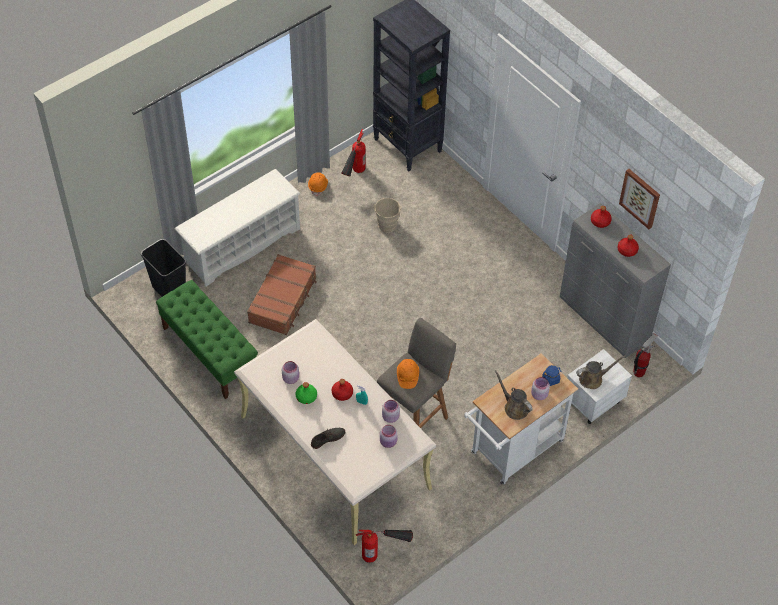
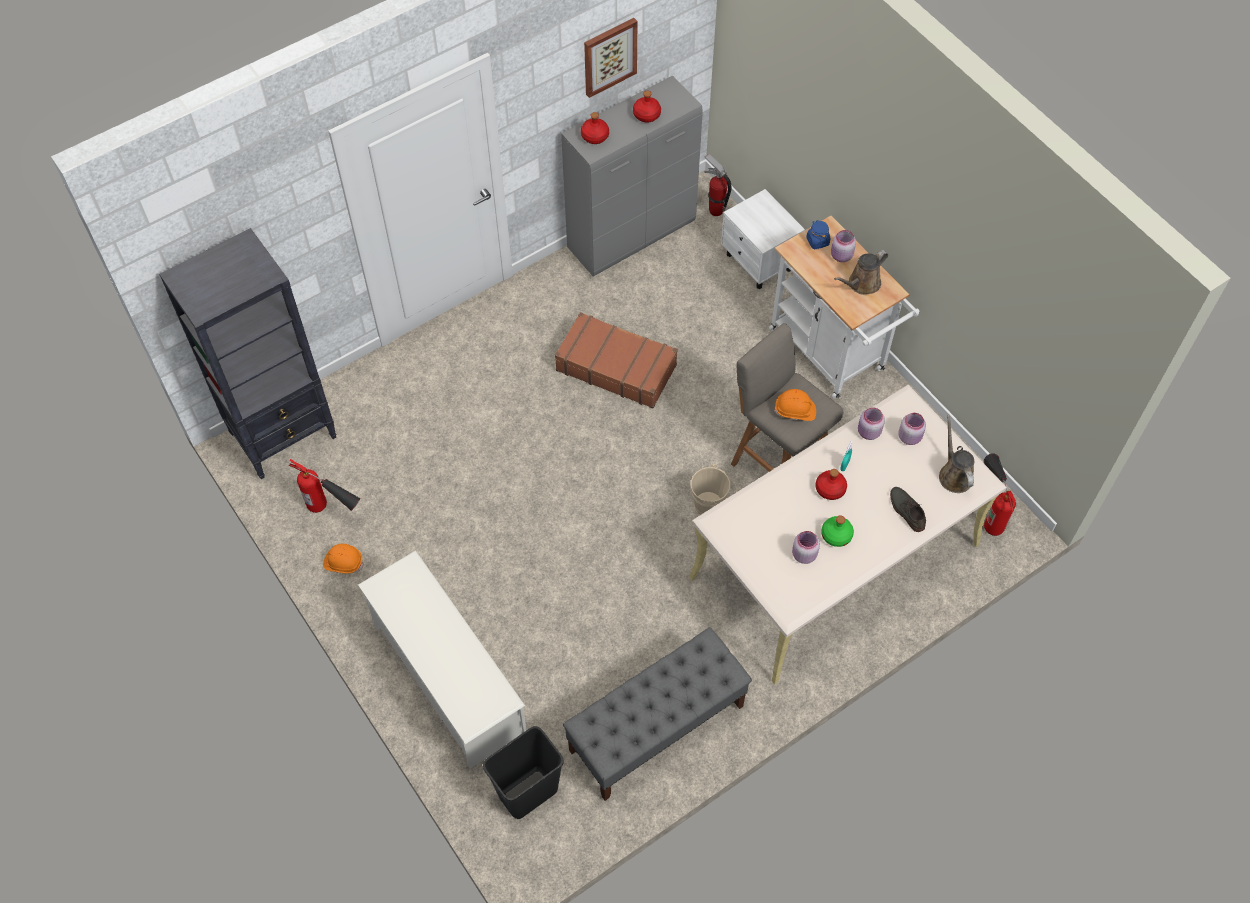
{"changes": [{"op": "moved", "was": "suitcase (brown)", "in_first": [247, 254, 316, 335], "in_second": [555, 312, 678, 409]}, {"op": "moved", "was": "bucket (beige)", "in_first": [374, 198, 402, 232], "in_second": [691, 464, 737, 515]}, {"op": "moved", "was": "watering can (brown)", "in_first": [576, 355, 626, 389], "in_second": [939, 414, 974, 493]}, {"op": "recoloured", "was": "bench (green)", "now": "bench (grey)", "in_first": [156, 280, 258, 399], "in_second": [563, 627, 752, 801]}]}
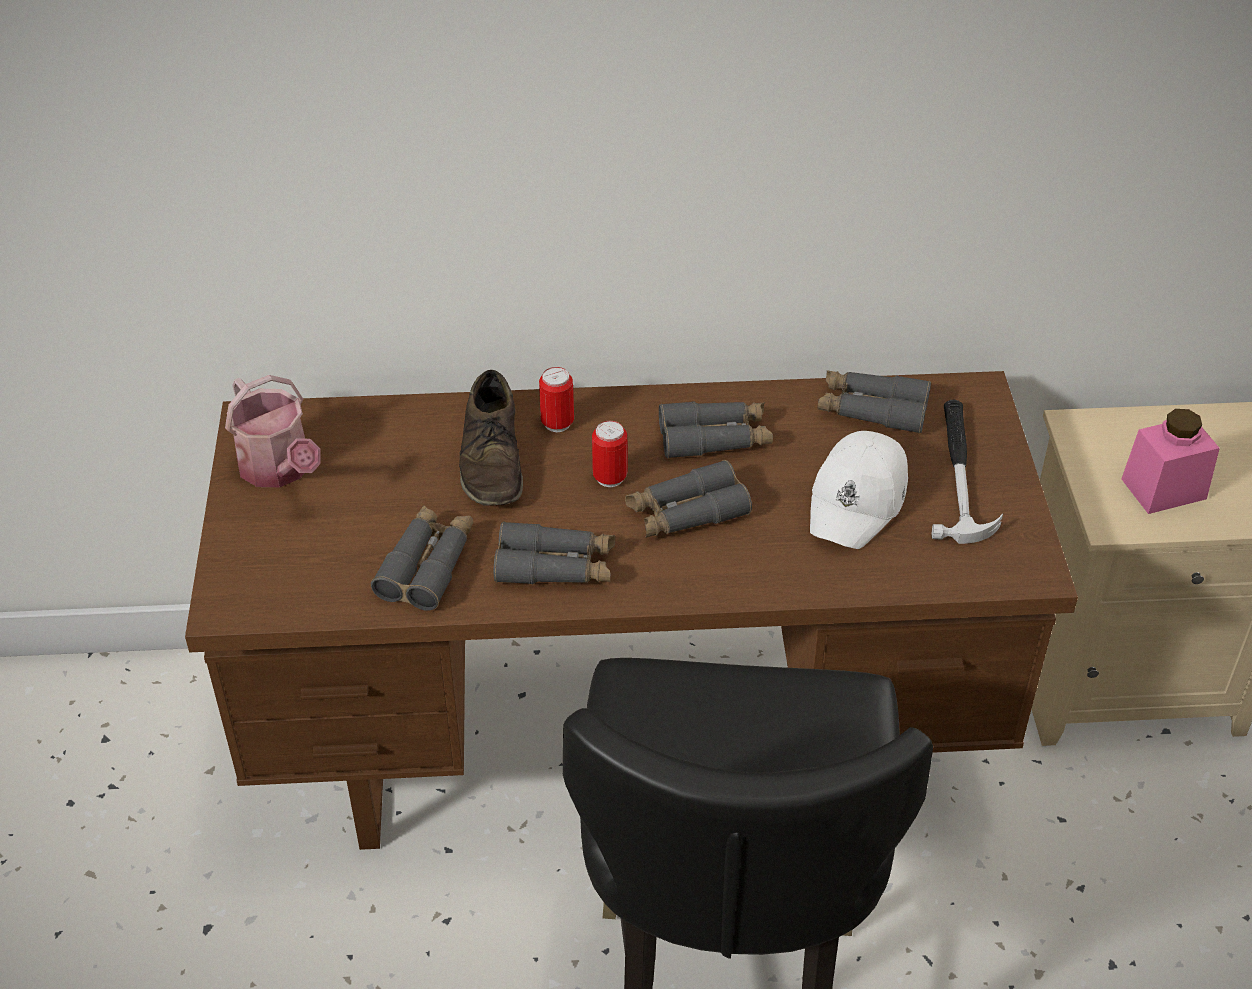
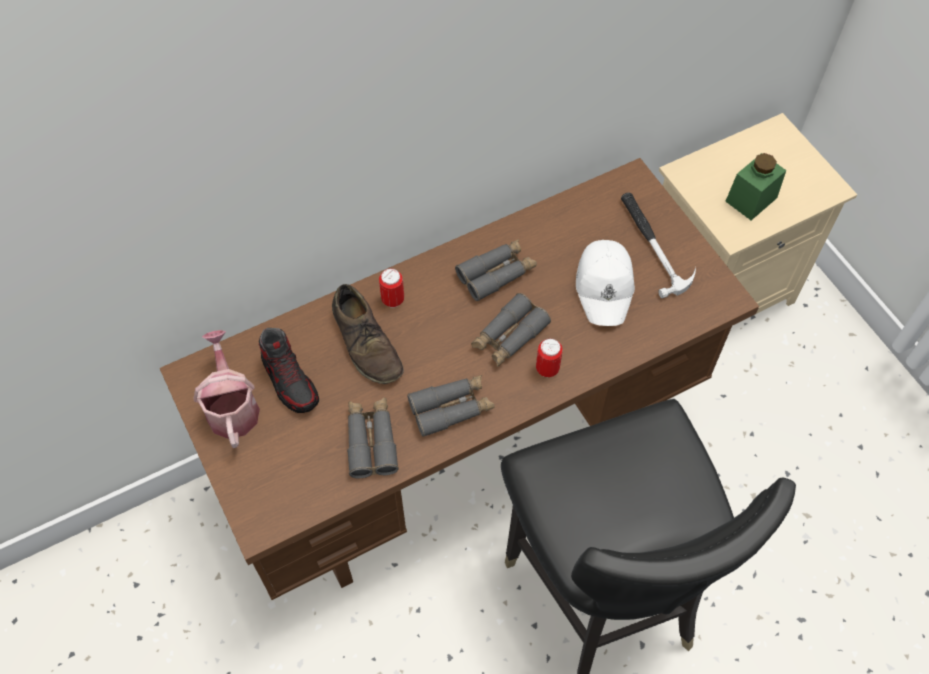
{"changes": [{"op": "removed", "was": "binoculars (grey)", "in_first": [817, 370, 931, 434]}, {"op": "added", "now": "shoe", "in_second": [259, 328, 319, 413]}, {"op": "moved", "was": "can", "in_first": [592, 421, 627, 487], "in_second": [536, 338, 563, 377]}, {"op": "recoloured", "was": "jar (pink)", "now": "jar (green)", "in_first": [1121, 409, 1220, 514], "in_second": [725, 153, 786, 220]}, {"op": "turned", "was": "watering can", "in_first": [225, 375, 321, 487], "in_second": [194, 330, 260, 448], "clockwise": -135}]}
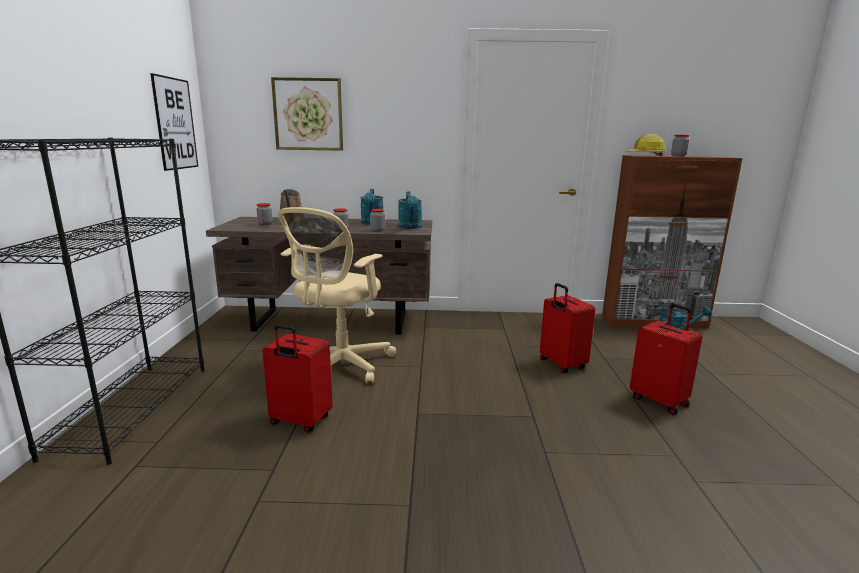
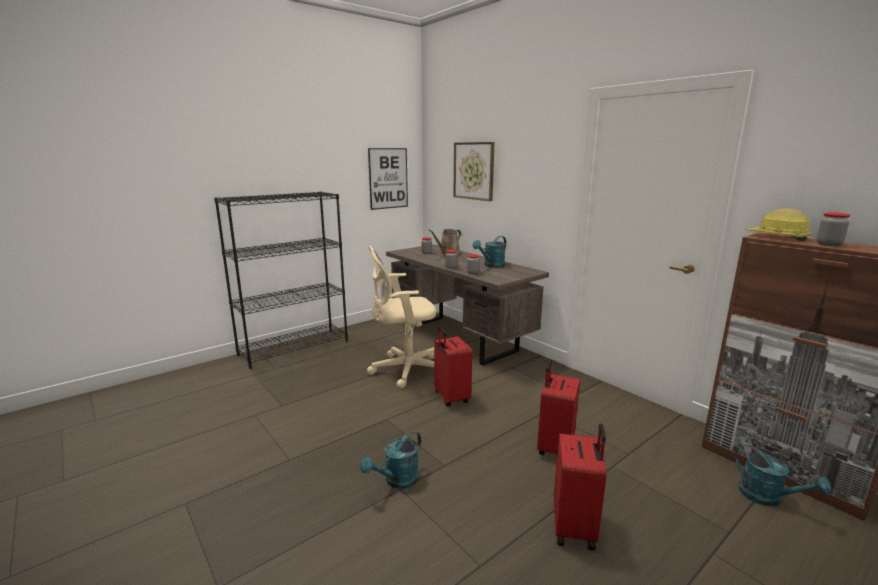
{"changes": [{"op": "moved", "was": "suitcase (red)", "in_first": [262, 324, 333, 433], "in_second": [434, 327, 472, 406]}, {"op": "moved", "was": "watering can (turquoise)", "in_first": [398, 191, 422, 229], "in_second": [360, 431, 421, 489]}]}
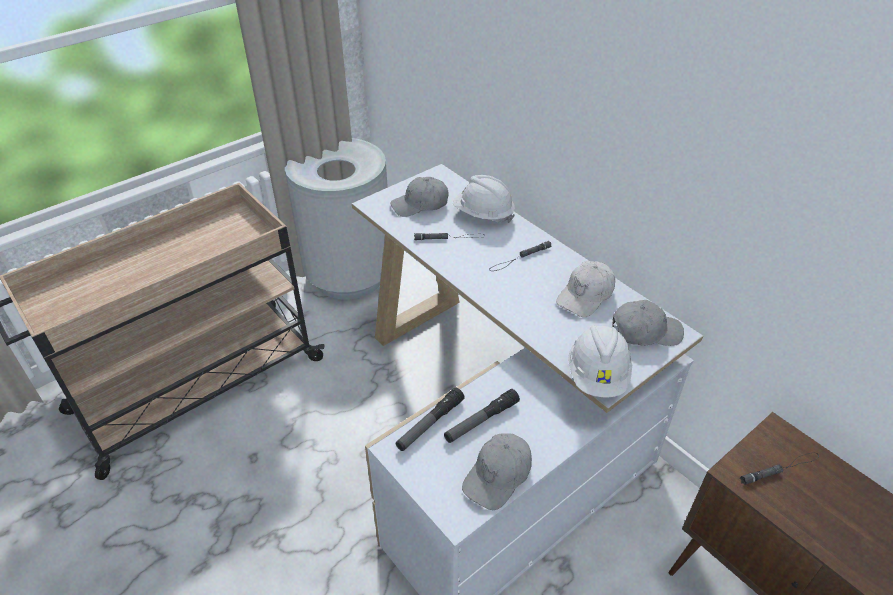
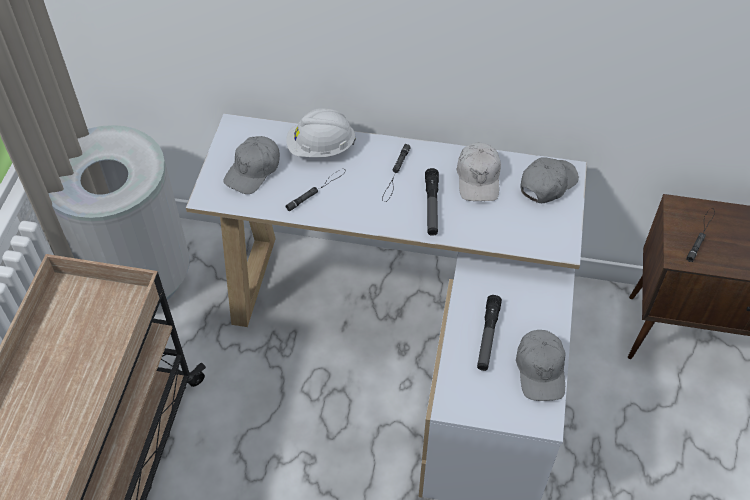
{"changes": [{"op": "removed", "was": "hard hat (white)", "in_first": [568, 325, 632, 397]}, {"op": "moved", "was": "flashlight", "in_first": [396, 387, 465, 451], "in_second": [425, 168, 439, 236]}]}
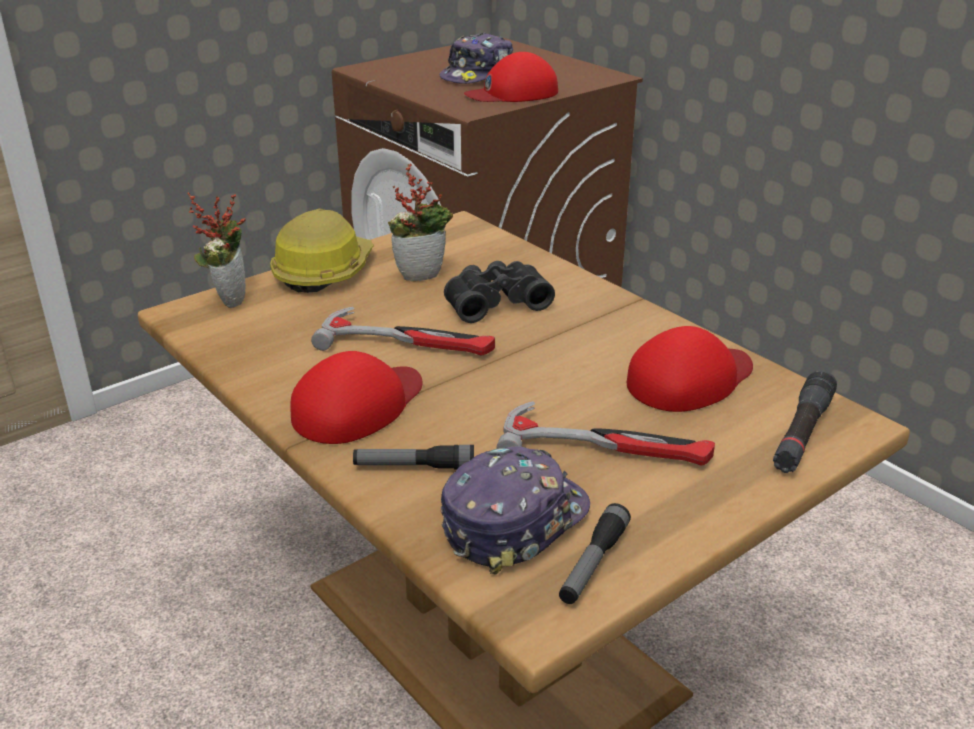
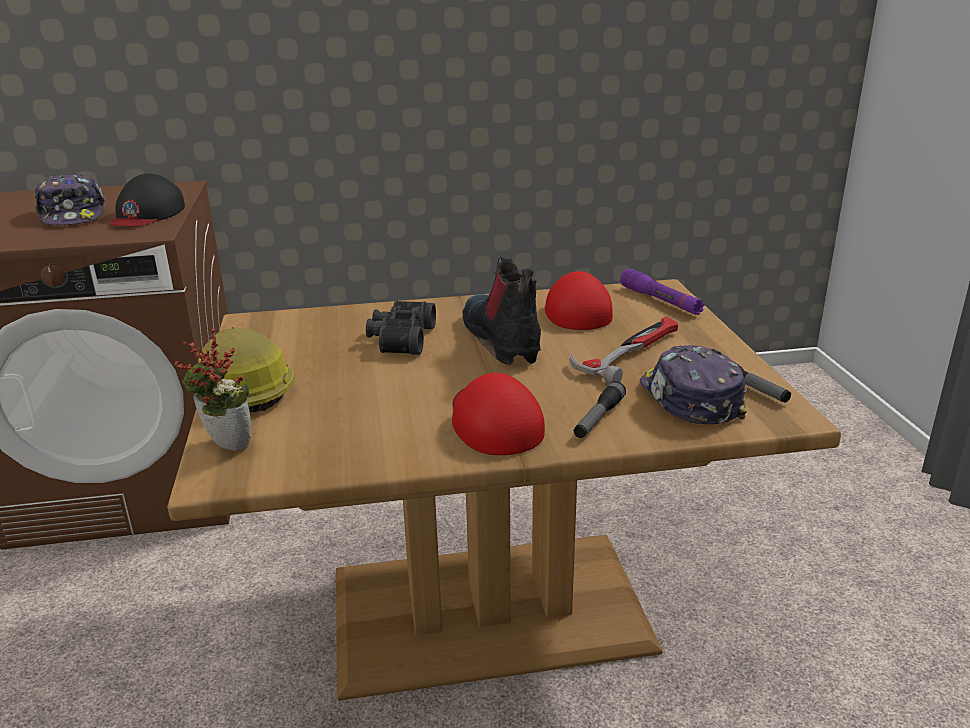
{"changes": [{"op": "removed", "was": "hammer", "in_first": [311, 307, 495, 355]}, {"op": "removed", "was": "potted plant", "in_first": [388, 164, 453, 281]}, {"op": "added", "now": "boot", "in_second": [463, 257, 541, 365]}, {"op": "recoloured", "was": "cap (red)", "now": "cap (black)", "in_first": [464, 52, 558, 102], "in_second": [109, 174, 185, 226]}, {"op": "recoloured", "was": "flashlight (black)", "now": "flashlight (purple)", "in_first": [773, 370, 837, 473], "in_second": [620, 268, 704, 315]}]}
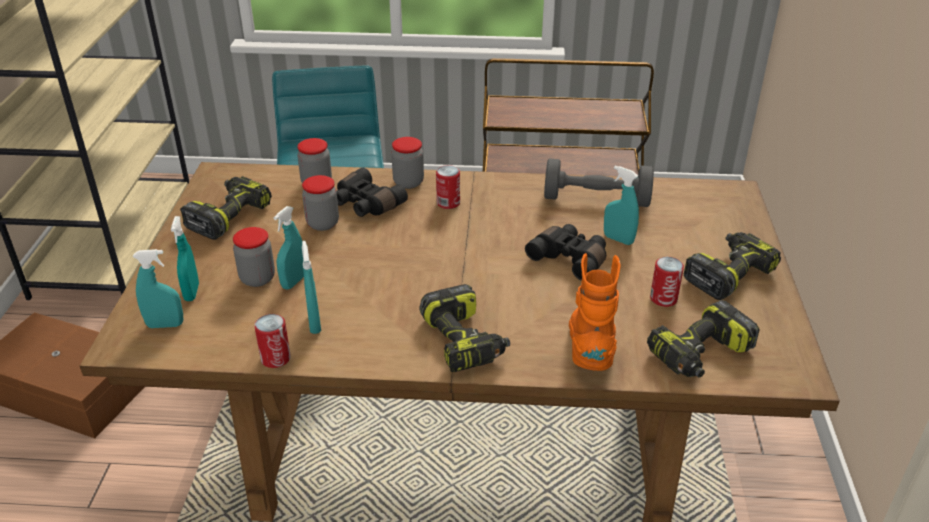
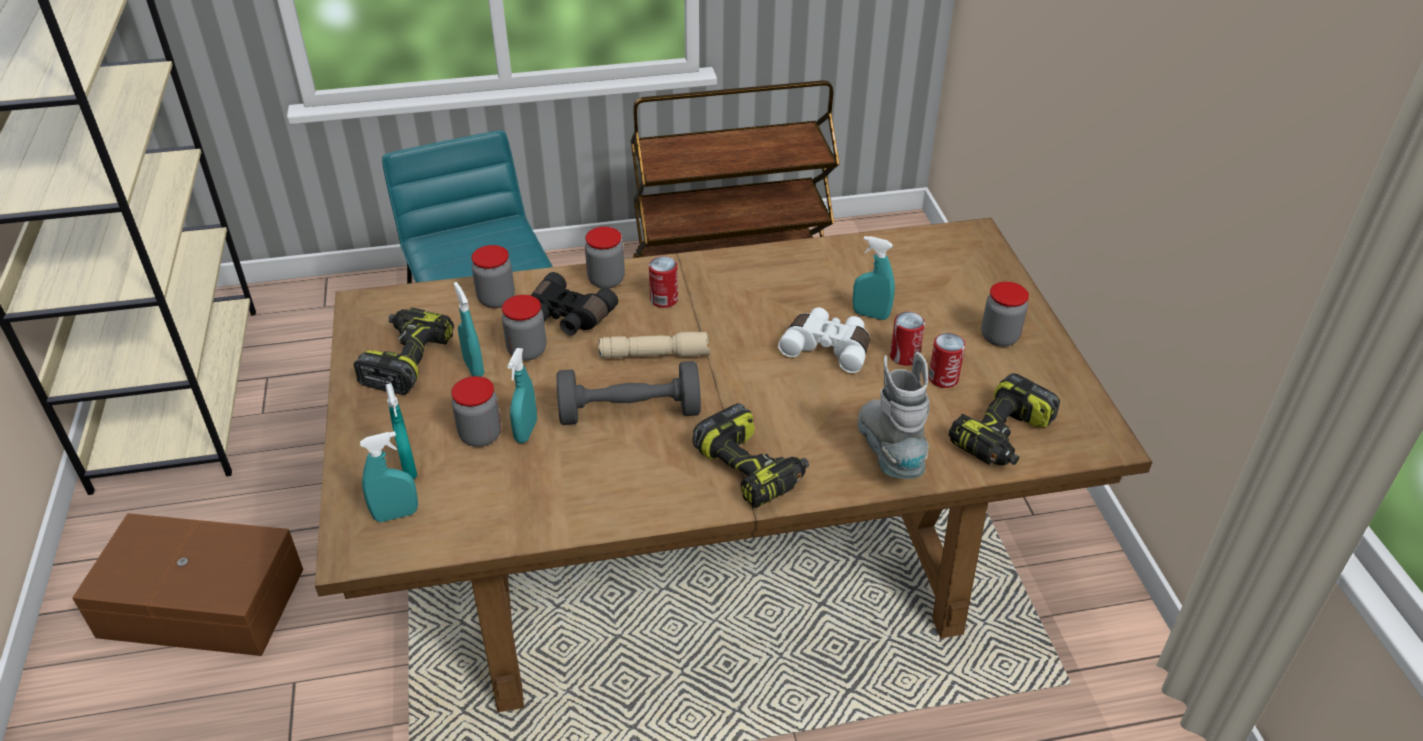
{"changes": [{"op": "added", "now": "flashlight (beige)", "in_second": [599, 332, 710, 358]}, {"op": "moved", "was": "can", "in_first": [254, 314, 291, 368], "in_second": [890, 312, 925, 366]}, {"op": "moved", "was": "spray bottle (turquoise)", "in_first": [302, 241, 321, 334], "in_second": [454, 282, 484, 377]}, {"op": "moved", "was": "dumbbell (grey)", "in_first": [544, 159, 654, 207], "in_second": [557, 361, 701, 425]}, {"op": "replaced", "was": "power drill", "now": "jar", "in_first": [684, 232, 781, 300], "in_second": [981, 282, 1029, 347]}, {"op": "recoloured", "was": "binoculars (black)", "now": "binoculars (white)", "in_first": [525, 224, 606, 281], "in_second": [778, 307, 870, 373]}, {"op": "recoloured", "was": "boot (orange)", "now": "boot (grey)", "in_first": [569, 253, 621, 371], "in_second": [858, 352, 930, 479]}]}
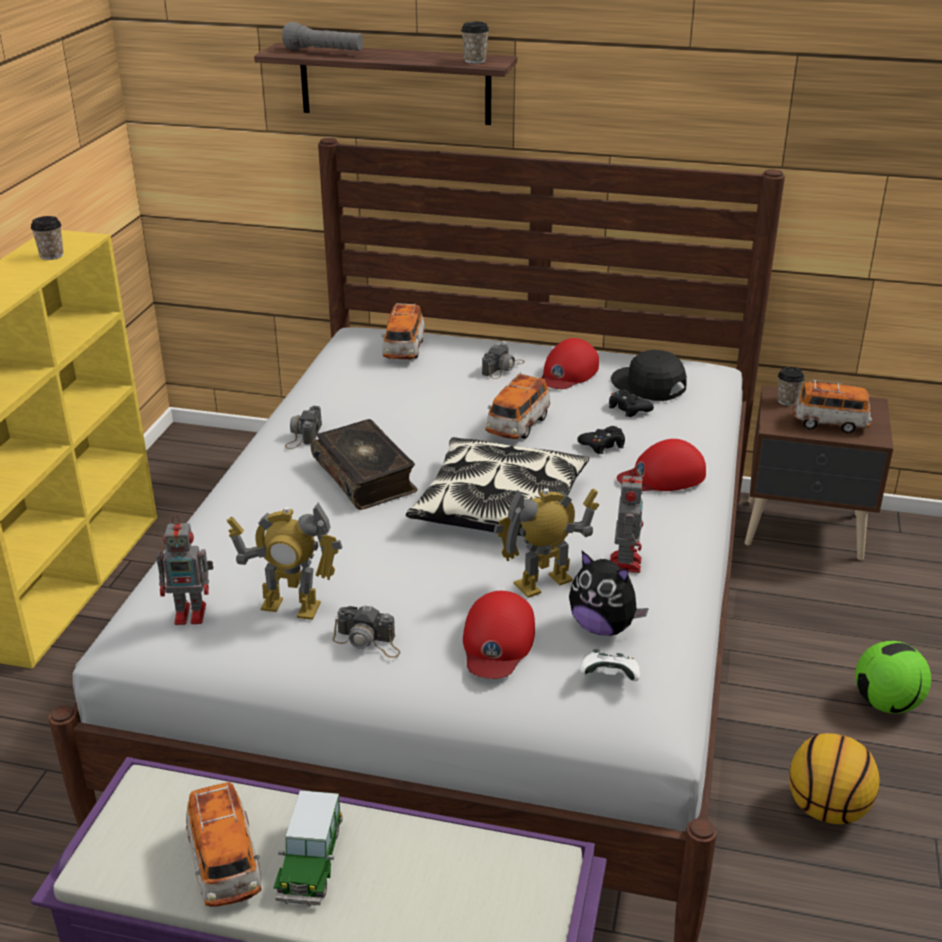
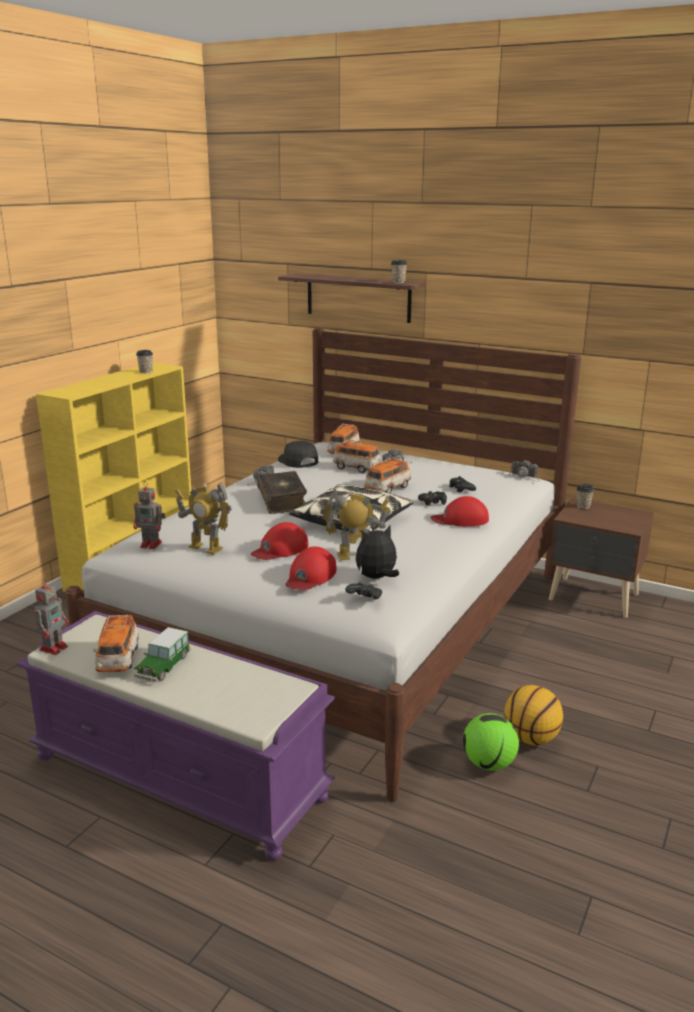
{"changes": [{"op": "removed", "was": "flashlight (grey)", "in_first": [282, 22, 363, 51]}, {"op": "moved", "was": "photo camera", "in_first": [333, 604, 401, 658], "in_second": [509, 460, 540, 481]}, {"op": "moved", "was": "cap (red)", "in_first": [541, 338, 599, 389], "in_second": [251, 522, 308, 560]}, {"op": "moved", "was": "toy robot", "in_first": [610, 469, 643, 573], "in_second": [34, 579, 69, 655]}, {"op": "moved", "was": "cap (black)", "in_first": [611, 350, 687, 401], "in_second": [278, 441, 318, 468]}, {"op": "moved", "was": "toy car", "in_first": [793, 380, 872, 434], "in_second": [333, 439, 382, 473]}, {"op": "moved", "was": "football", "in_first": [855, 641, 931, 714], "in_second": [463, 713, 519, 771]}, {"op": "recoloured", "was": "game controller (white)", "now": "game controller (black)", "in_first": [580, 649, 640, 681], "in_second": [345, 582, 382, 599]}, {"op": "turned", "was": "plush toy", "in_first": [569, 551, 649, 636], "in_second": [356, 526, 399, 579], "clockwise": 105}]}
